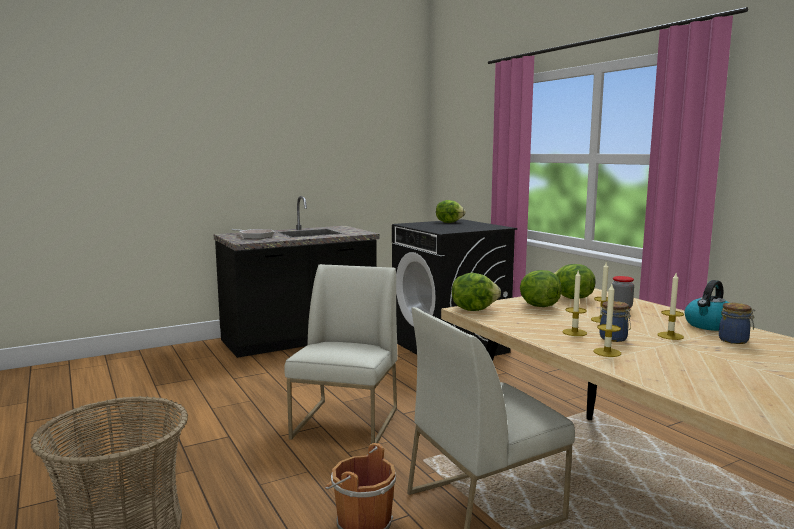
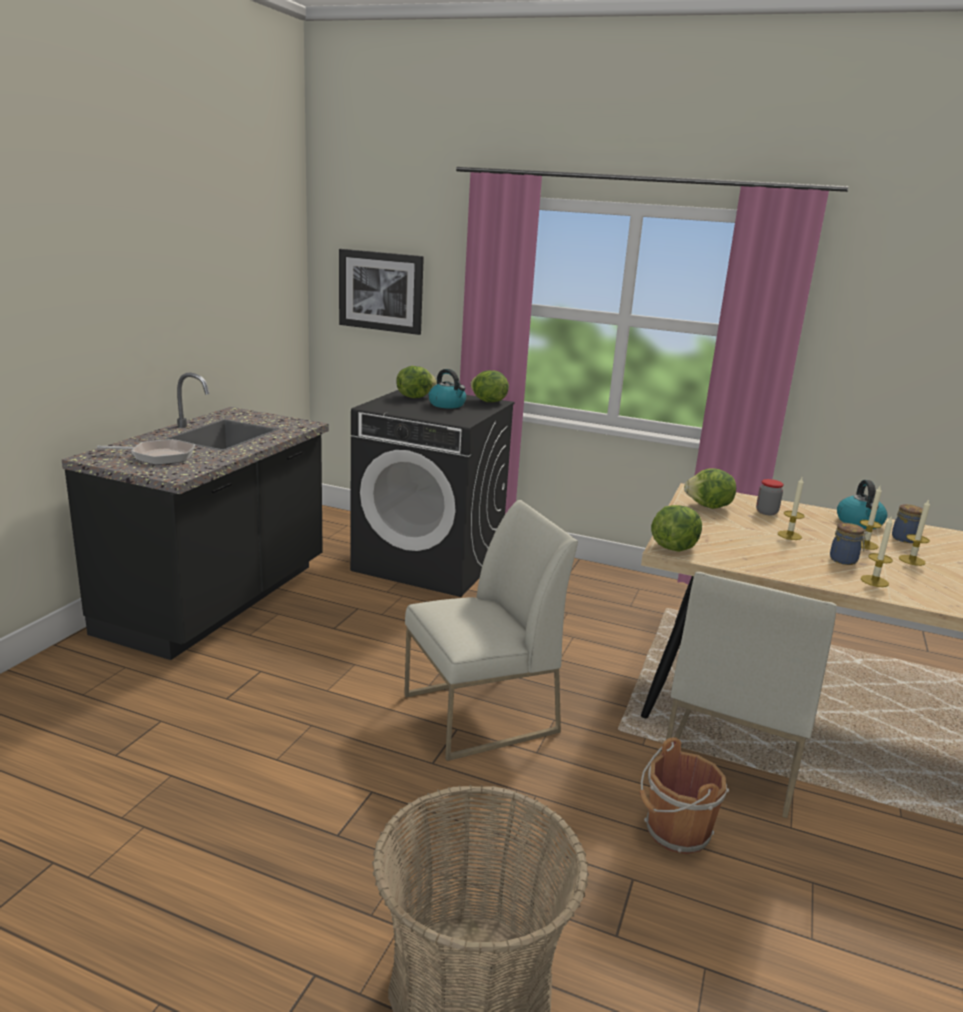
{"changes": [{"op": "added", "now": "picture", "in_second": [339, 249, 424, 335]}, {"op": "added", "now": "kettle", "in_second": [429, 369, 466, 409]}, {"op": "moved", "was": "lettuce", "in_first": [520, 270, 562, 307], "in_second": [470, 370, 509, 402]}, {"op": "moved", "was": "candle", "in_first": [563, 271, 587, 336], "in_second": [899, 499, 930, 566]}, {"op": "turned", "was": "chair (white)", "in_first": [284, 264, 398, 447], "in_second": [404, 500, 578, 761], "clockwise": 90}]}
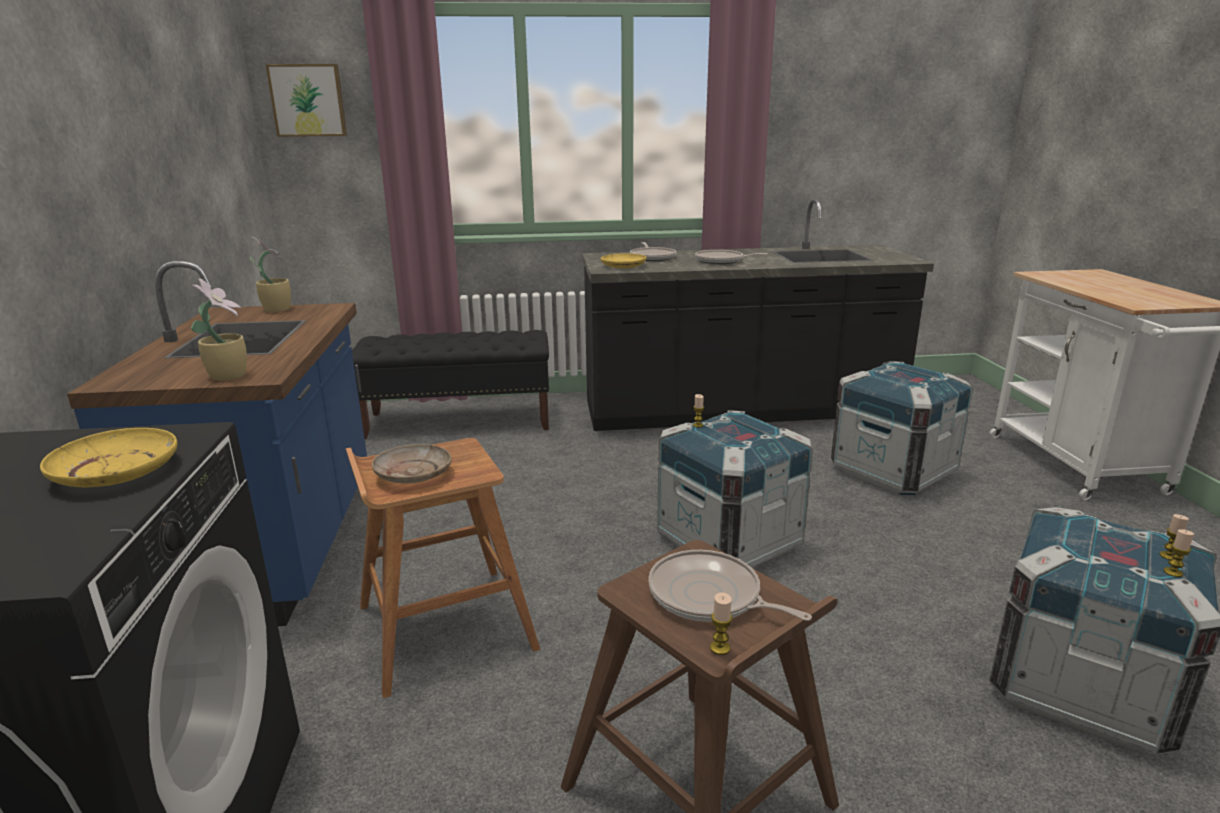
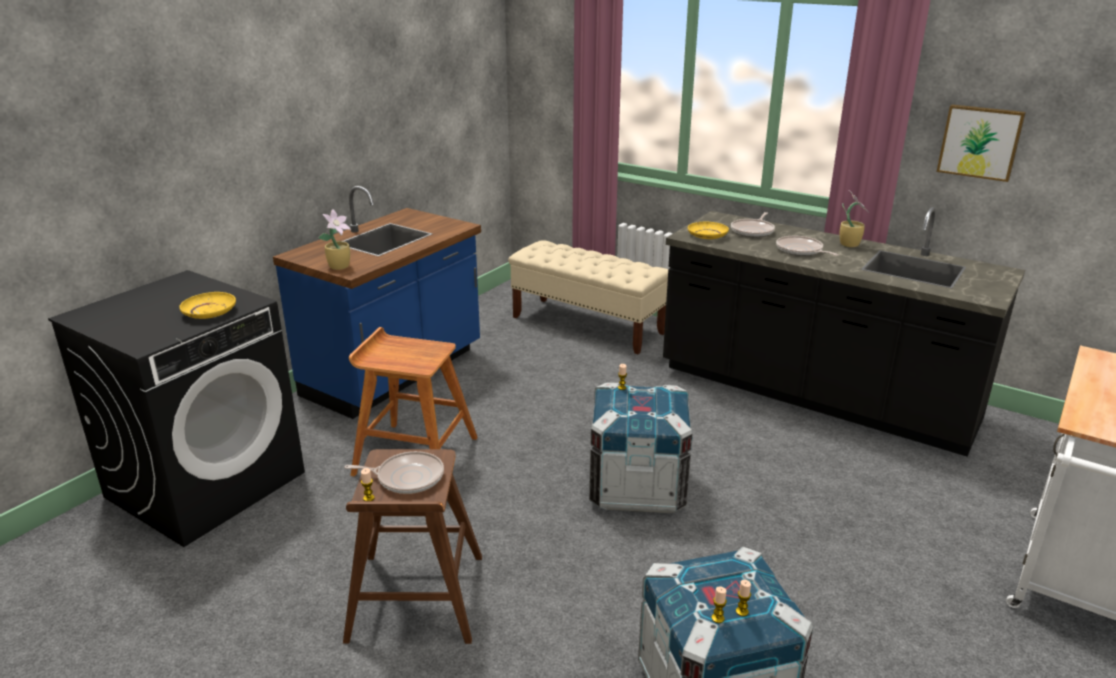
{"changes": [{"op": "removed", "was": "plate (beige)", "in_first": [372, 444, 452, 484]}, {"op": "removed", "was": "crate", "in_first": [831, 361, 973, 495]}, {"op": "moved", "was": "potted plant", "in_first": [250, 237, 291, 312], "in_second": [840, 190, 869, 247]}, {"op": "moved", "was": "picture", "in_first": [266, 64, 347, 137], "in_second": [937, 104, 1026, 182]}, {"op": "recoloured", "was": "bench (black)", "now": "bench (beige)", "in_first": [352, 330, 549, 439], "in_second": [508, 240, 668, 354]}, {"op": "turned", "was": "frying pan", "in_first": [648, 550, 812, 622], "in_second": [344, 451, 444, 494], "clockwise": 105}]}
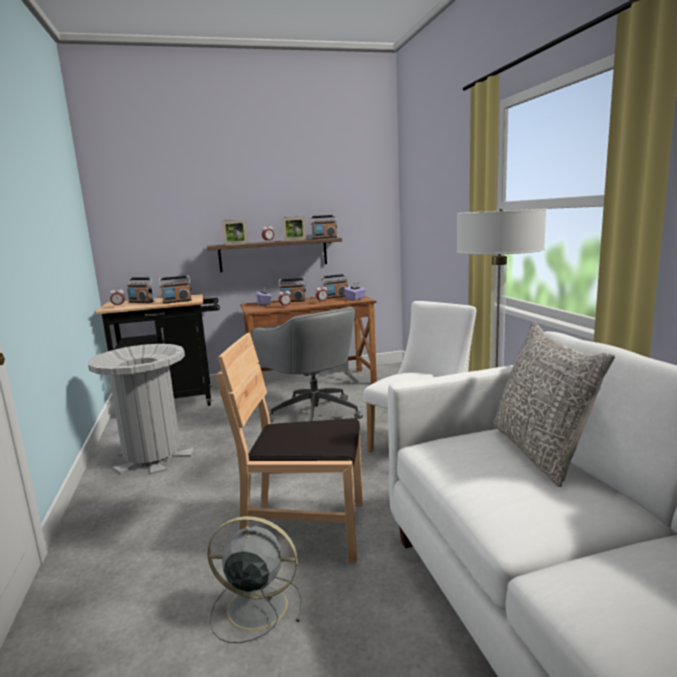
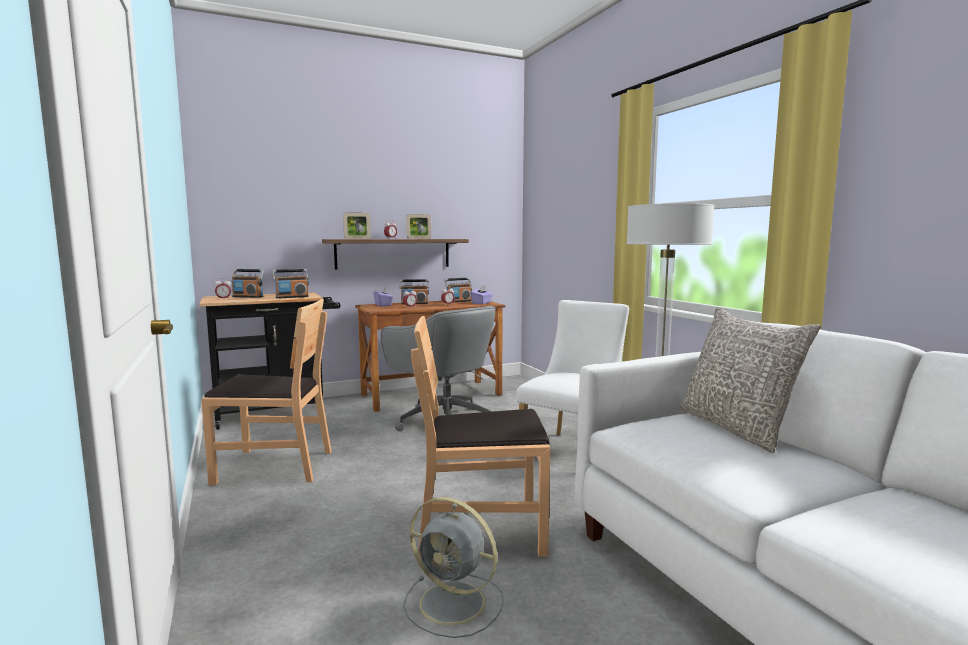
{"changes": [{"op": "removed", "was": "radio", "in_first": [309, 215, 337, 239]}, {"op": "replaced", "was": "trash can (grey)", "now": "chair (brown)", "in_first": [88, 344, 194, 475], "in_second": [201, 299, 332, 485]}, {"op": "turned", "was": "fan (grey)", "in_first": [207, 516, 302, 643], "in_second": [403, 497, 504, 638], "clockwise": -150}]}
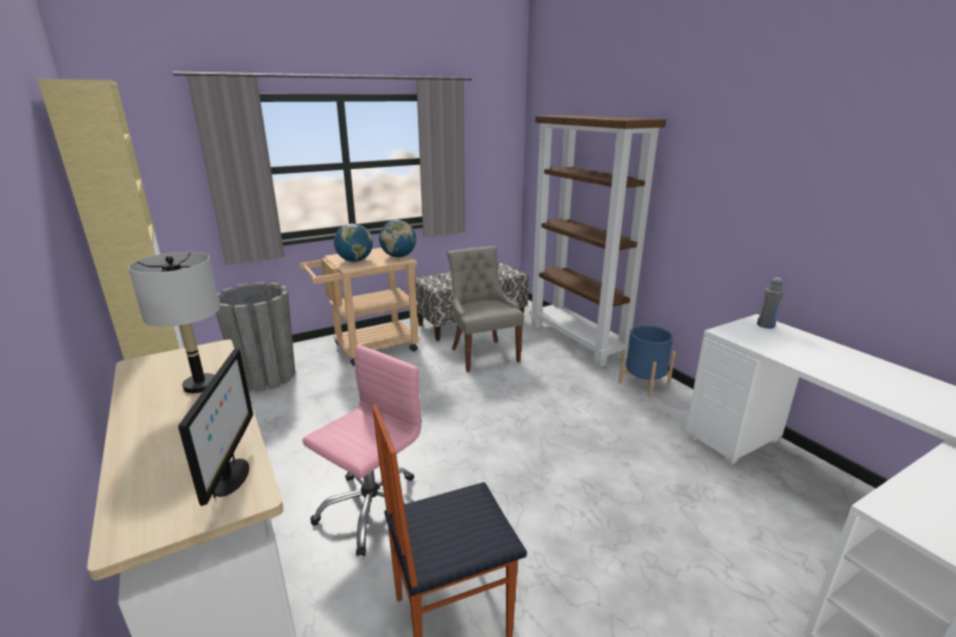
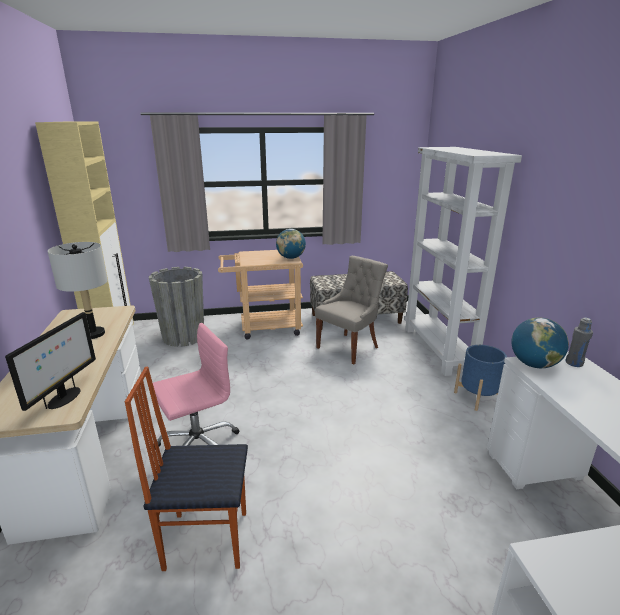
{"changes": [{"op": "moved", "was": "globe", "in_first": [334, 223, 373, 262], "in_second": [511, 318, 569, 368]}, {"op": "recoloured", "was": "bookcase (brown)", "now": "bookcase (white)", "in_first": [529, 115, 666, 367], "in_second": [404, 147, 522, 376]}, {"op": "turned", "was": "chair (grey)", "in_first": [447, 246, 524, 372], "in_second": [315, 256, 388, 364], "clockwise": 45}]}
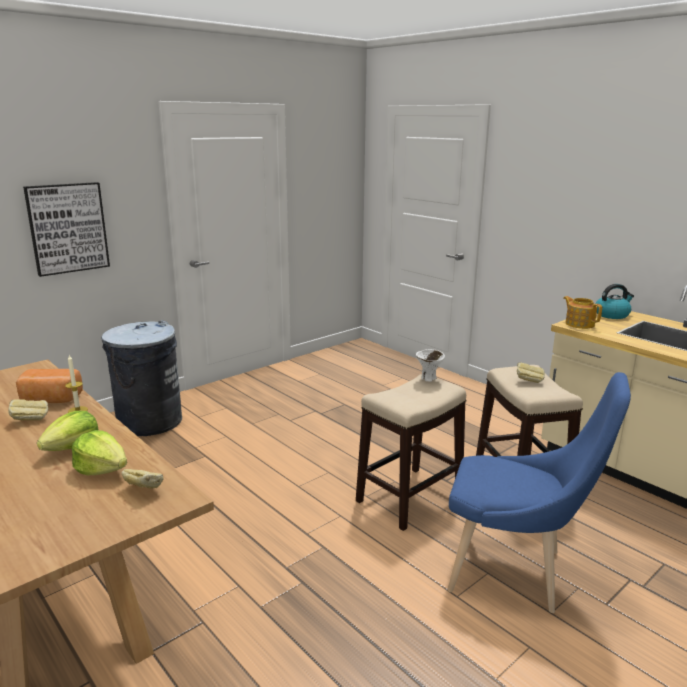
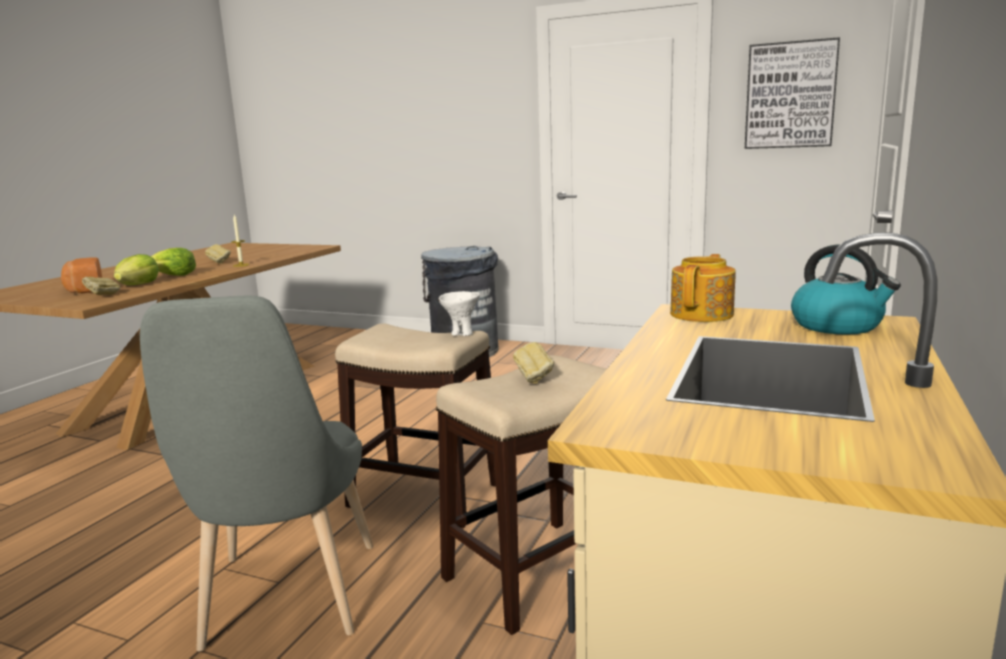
{"changes": [{"op": "moved", "was": "bread", "in_first": [16, 369, 83, 403], "in_second": [61, 257, 102, 293]}, {"op": "moved", "was": "picture", "in_first": [23, 182, 110, 277], "in_second": [745, 37, 840, 149]}, {"op": "recoloured", "was": "chair (blue)", "now": "chair (grey)", "in_first": [447, 372, 631, 613], "in_second": [140, 295, 374, 651]}]}
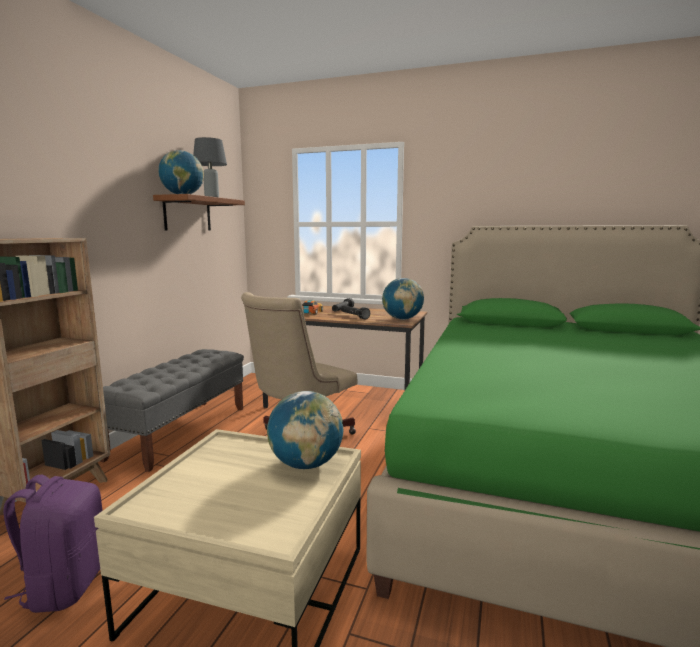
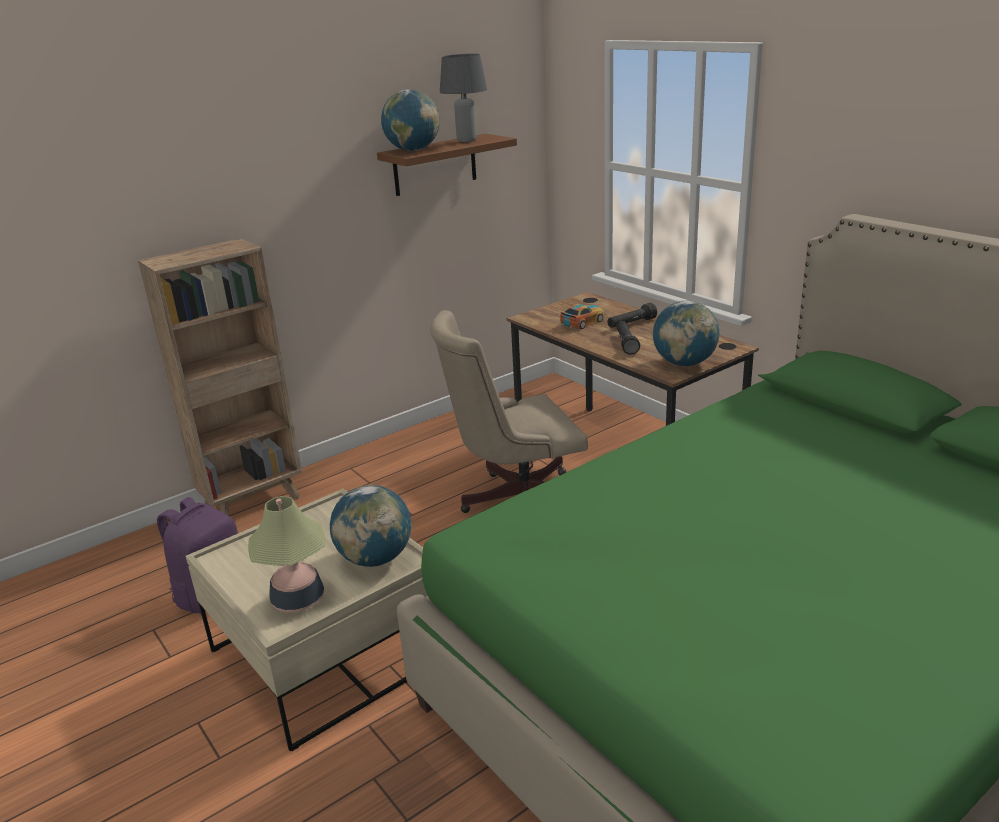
{"changes": [{"op": "removed", "was": "bench (grey)", "in_first": [100, 349, 244, 472]}, {"op": "added", "now": "table lamp", "in_second": [248, 496, 326, 612]}]}
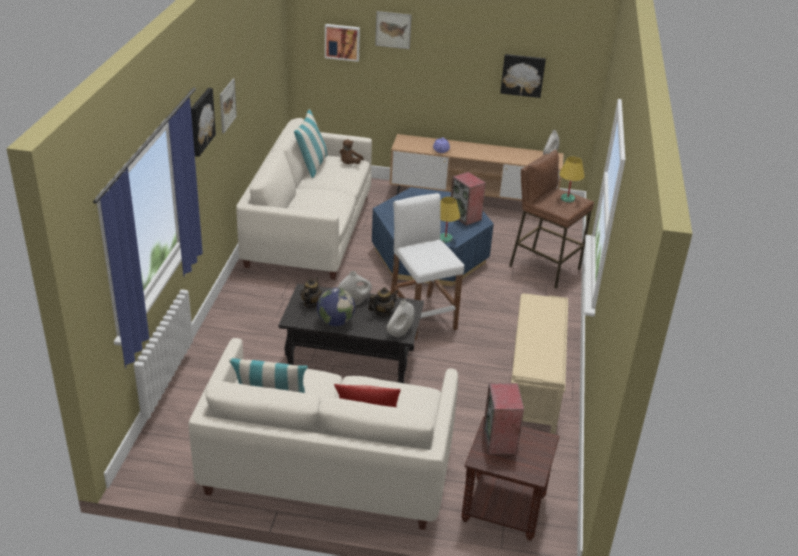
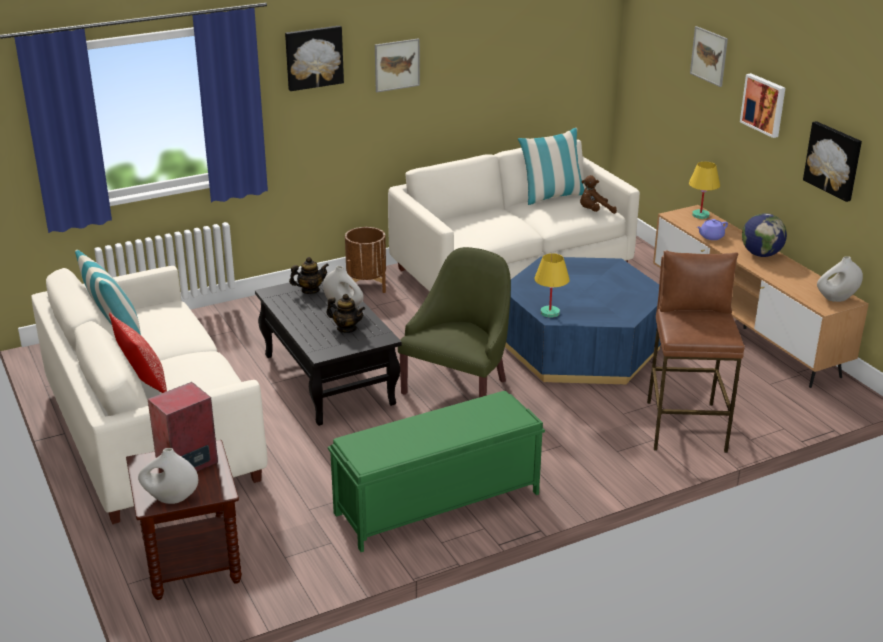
{"changes": [{"op": "removed", "was": "speaker", "in_first": [451, 172, 486, 226]}, {"op": "added", "now": "planter (brown)", "in_second": [345, 227, 386, 293]}, {"op": "moved", "was": "globe", "in_first": [317, 288, 355, 326], "in_second": [742, 213, 787, 257]}, {"op": "moved", "was": "picture", "in_first": [325, 24, 360, 62], "in_second": [740, 73, 785, 138]}, {"op": "moved", "was": "vase (white)", "in_first": [387, 300, 415, 337], "in_second": [138, 448, 198, 504]}, {"op": "moved", "was": "table lamp (yellow)", "in_first": [559, 156, 585, 202], "in_second": [689, 162, 720, 219]}, {"op": "replaced", "was": "stool (white)", "now": "armchair (green)", "in_first": [391, 193, 464, 340], "in_second": [398, 247, 511, 397]}, {"op": "recoloured", "was": "bench (beige)", "now": "bench (green)", "in_first": [511, 293, 568, 434], "in_second": [328, 391, 545, 552]}]}
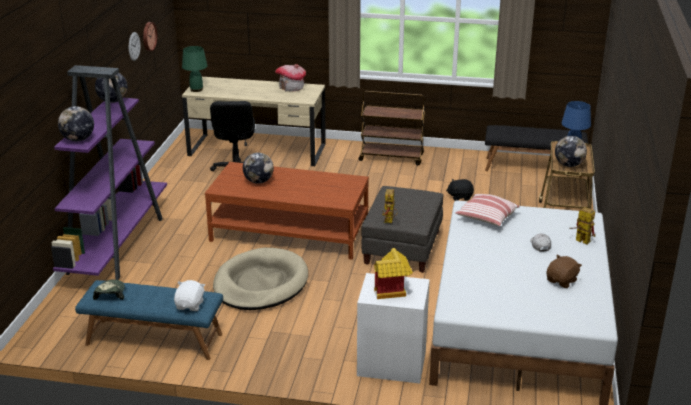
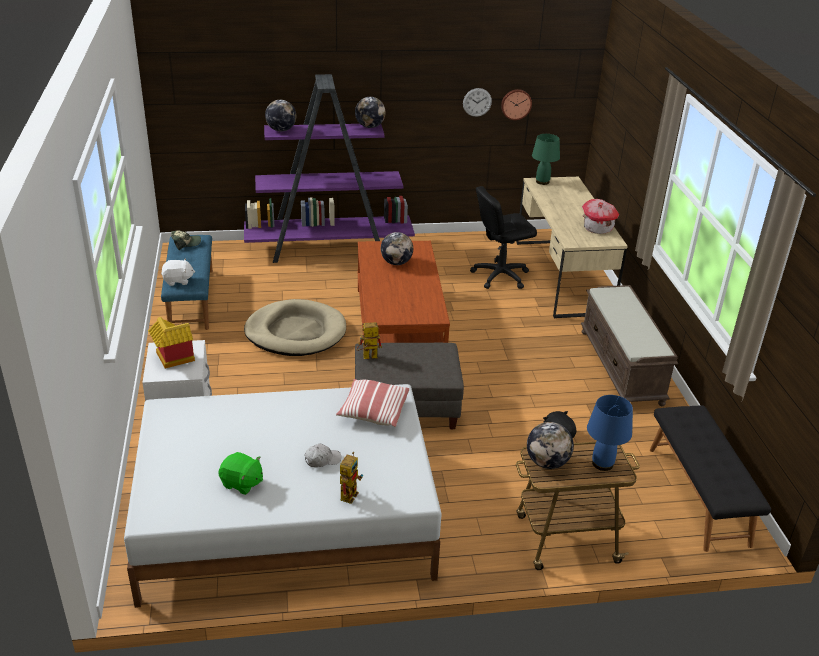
{"changes": [{"op": "replaced", "was": "cart (brown)", "now": "bench (brown)", "in_first": [358, 91, 425, 165], "in_second": [581, 285, 678, 406]}, {"op": "recoloured", "was": "plush toy (brown)", "now": "plush toy (green)", "in_first": [547, 255, 582, 288], "in_second": [218, 452, 263, 495]}]}
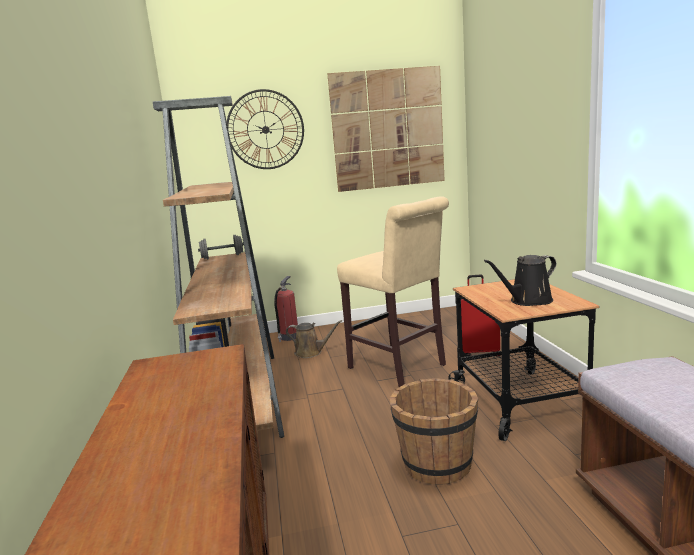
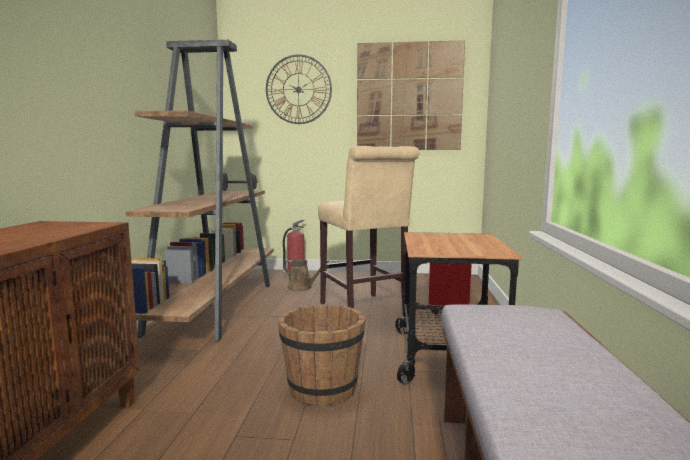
{"changes": [{"op": "removed", "was": "watering can (black)", "in_first": [484, 255, 556, 306]}]}
